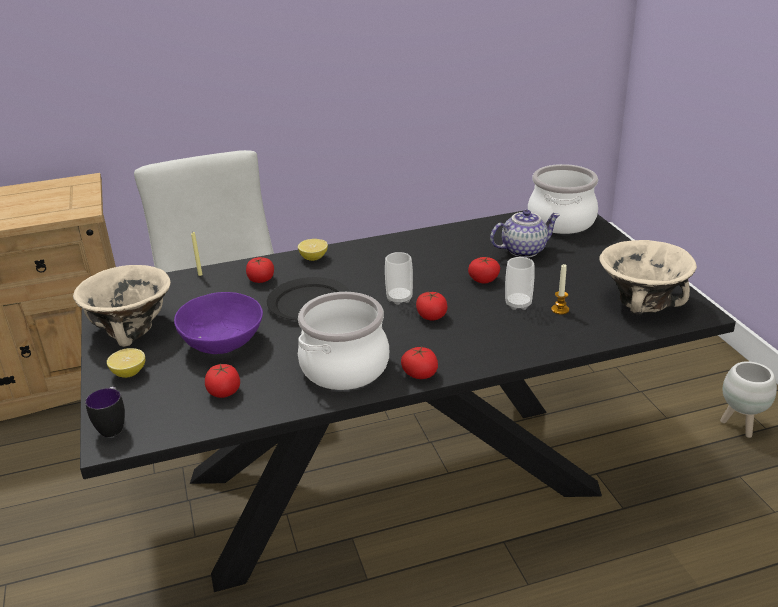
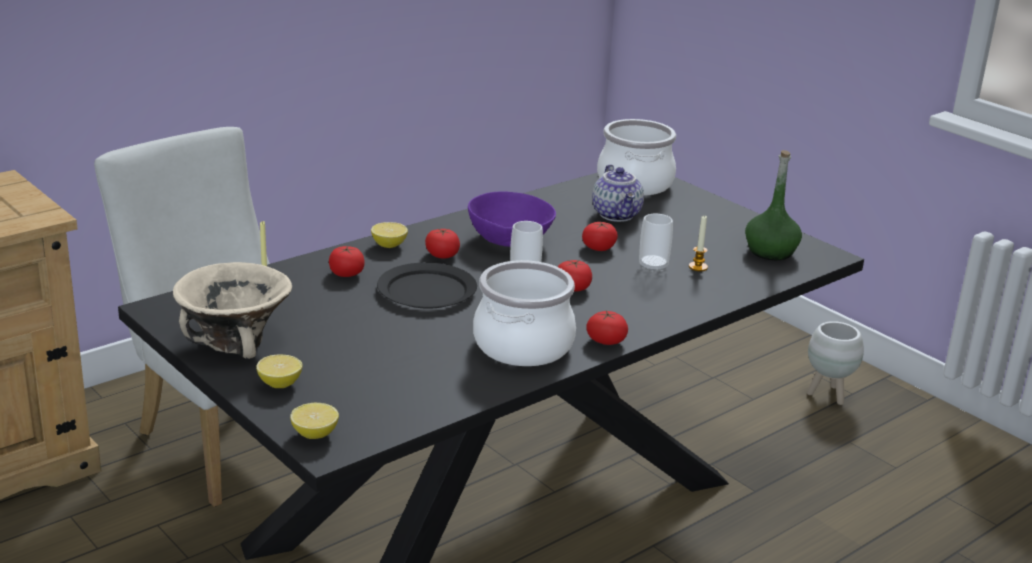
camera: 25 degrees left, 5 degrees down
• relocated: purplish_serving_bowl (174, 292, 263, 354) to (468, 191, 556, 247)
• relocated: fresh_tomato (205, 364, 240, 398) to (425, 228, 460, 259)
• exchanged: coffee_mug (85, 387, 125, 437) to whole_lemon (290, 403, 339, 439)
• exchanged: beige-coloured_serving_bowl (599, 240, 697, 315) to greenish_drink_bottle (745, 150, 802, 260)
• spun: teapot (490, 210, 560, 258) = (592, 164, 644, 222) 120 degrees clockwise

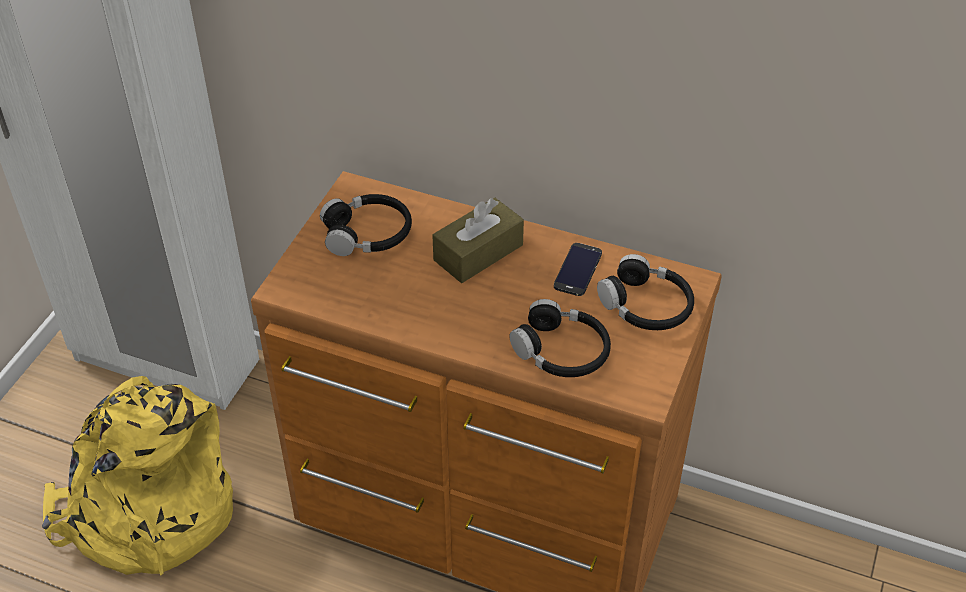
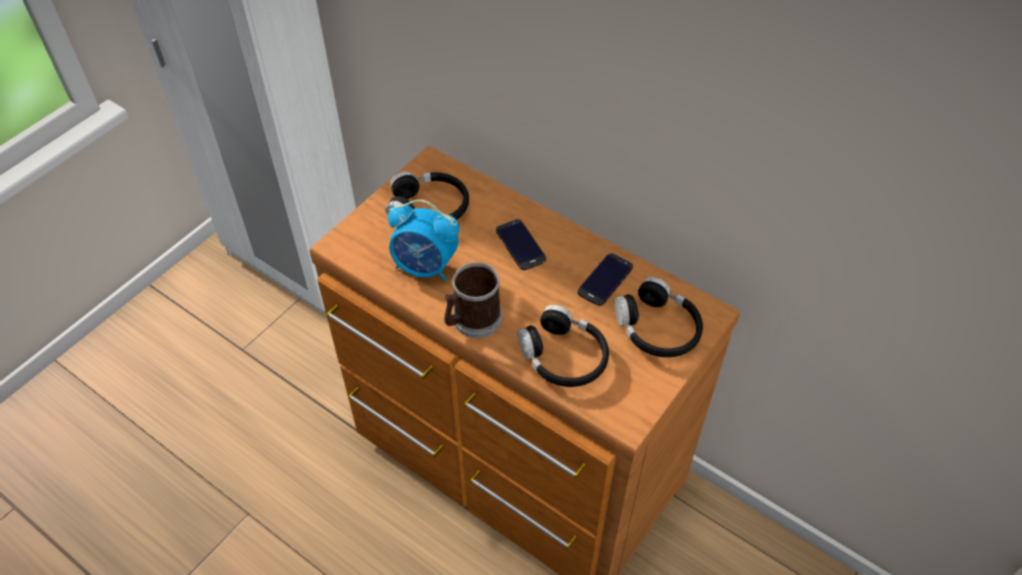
camera: 15 degrees right, 5 degrees up
• missing: yellowish_rucksack (42, 376, 233, 576)
• appeared: bedside_clock (388, 199, 459, 281)
• appeared: coffee_mug (444, 262, 503, 338)
• exchanged: brown-coloured_tissue_box (432, 198, 524, 283) to handset (496, 219, 546, 270)

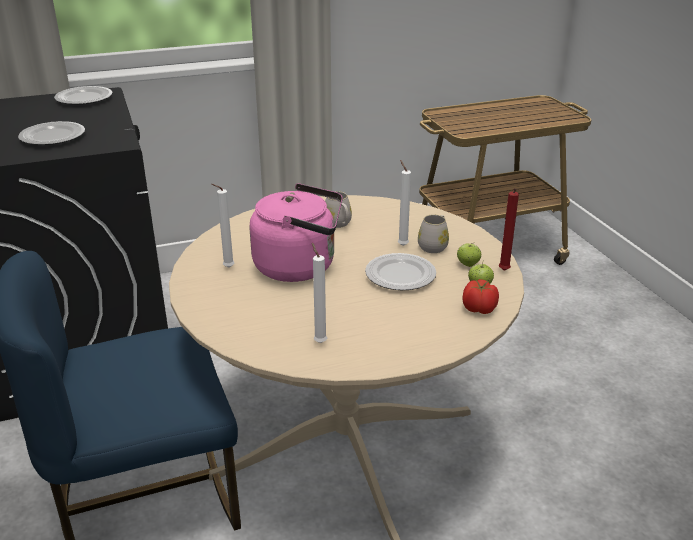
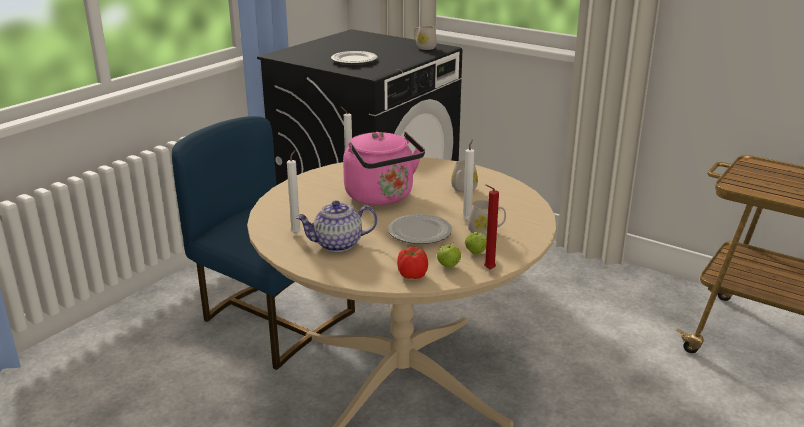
camera: 55 degrees right, 5 degrees down
• appeared: teapot (296, 200, 377, 252)
• exchanged: flat_dish (54, 86, 113, 105) to white_coffee_mug (414, 25, 437, 50)

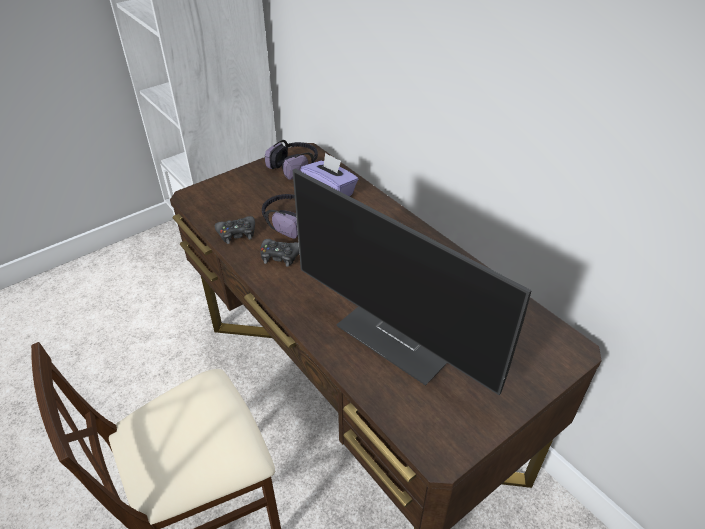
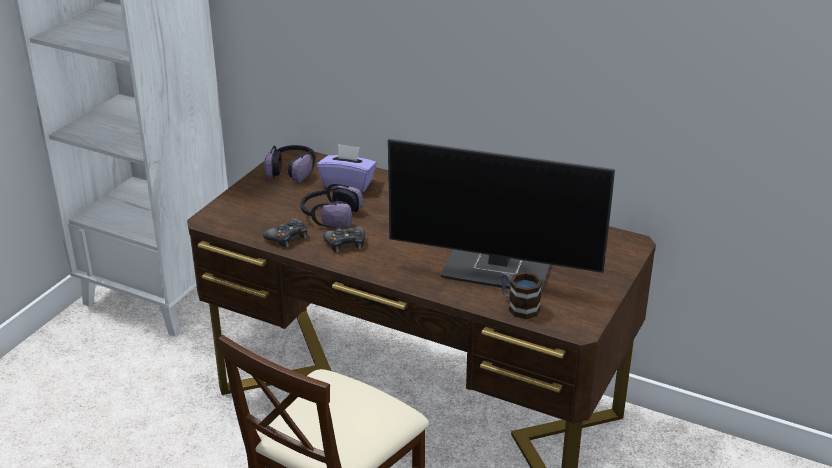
camera: 25 degrees left, 10 degrees down
• appeared: coffee_mug (502, 272, 542, 319)

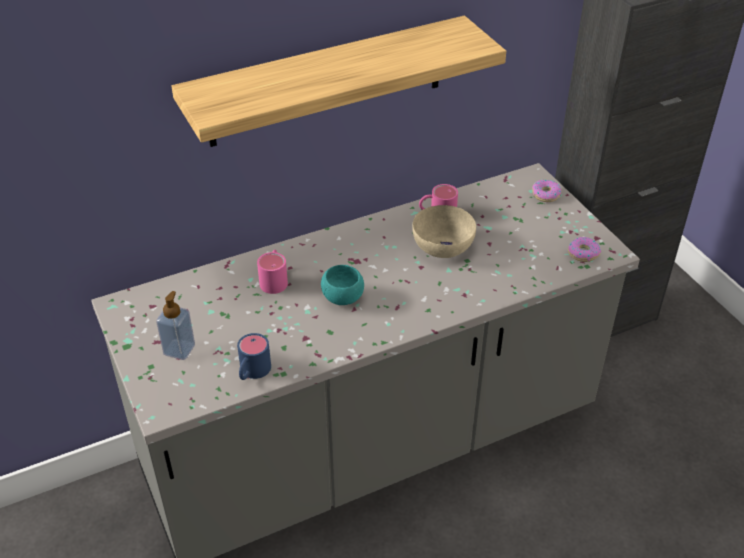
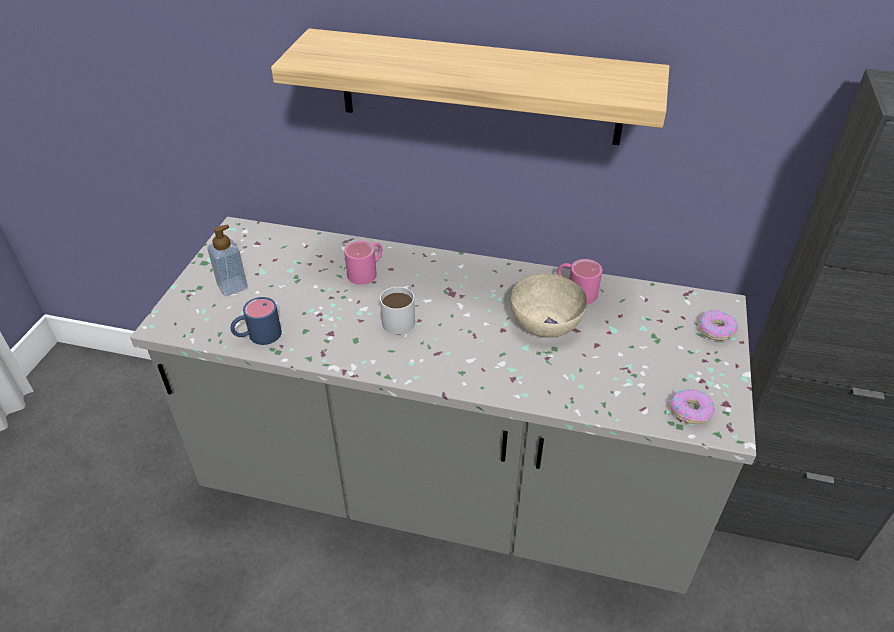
camera: 40 degrees right, 0 degrees up
• exchanged: turquoise_serving_bowl (321, 265, 364, 305) to white_coffee_mug (380, 286, 415, 334)

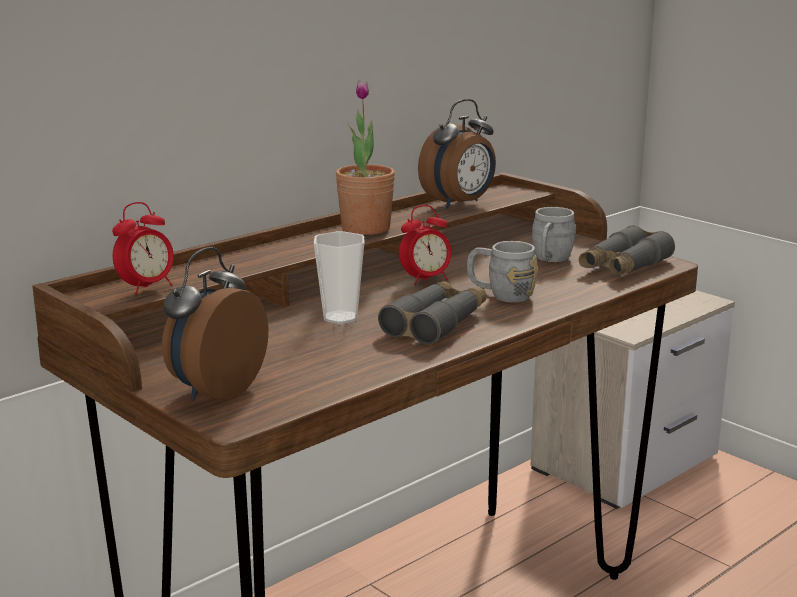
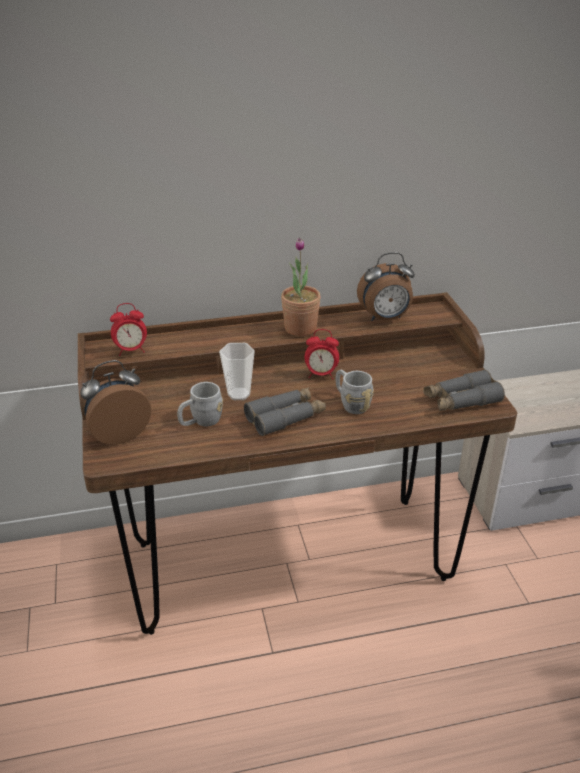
camera: 30 degrees right, 15 degrees up
• relocated: greyish_coffee_mug (532, 207, 576, 262) to (177, 382, 223, 426)

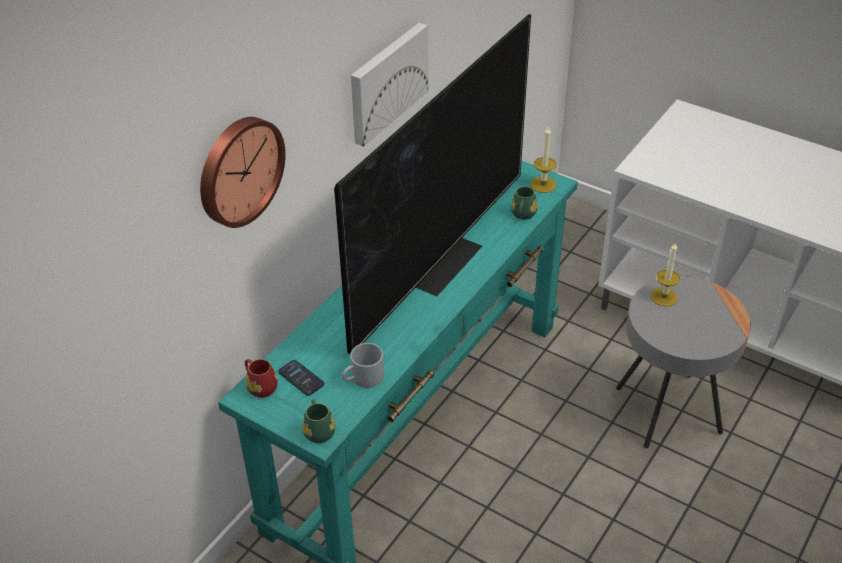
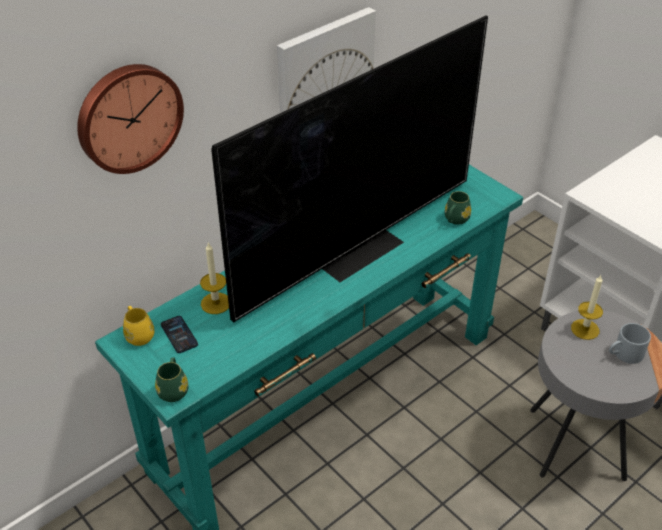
camera: 15 degrees right, 0 degrees up
• relocated: greyish_coffee_mug (342, 343, 384, 388) to (609, 323, 651, 364)
• relocated: candle (530, 127, 556, 193) to (200, 243, 229, 314)
• colour: red-coloured_coffee_mug (245, 359, 278, 398) to yellowish_coffee_mug (123, 306, 154, 346)

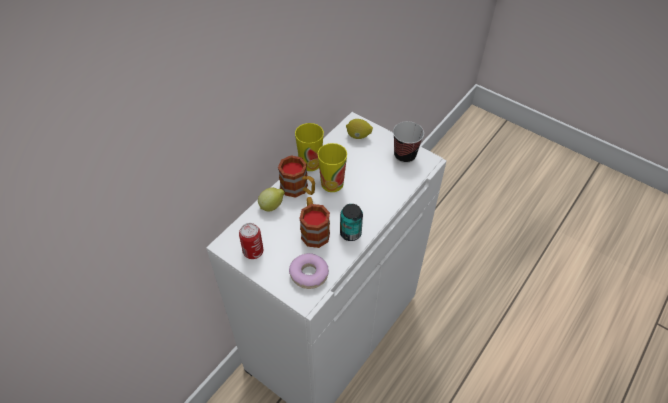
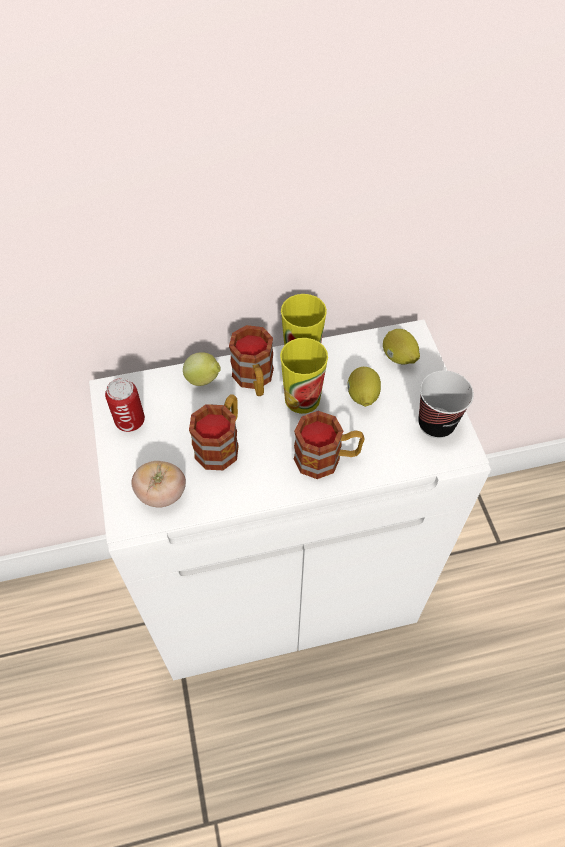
camera: 40 degrees right, 5 degrees up
• missing: sealed_can (340, 204, 363, 241)
• appeared: coffee_mug (294, 411, 365, 479)
• appeared: whole_lemon (347, 367, 381, 407)
• exchanged: ring_doughnut (289, 253, 329, 289) to fresh_tomato (131, 461, 186, 508)

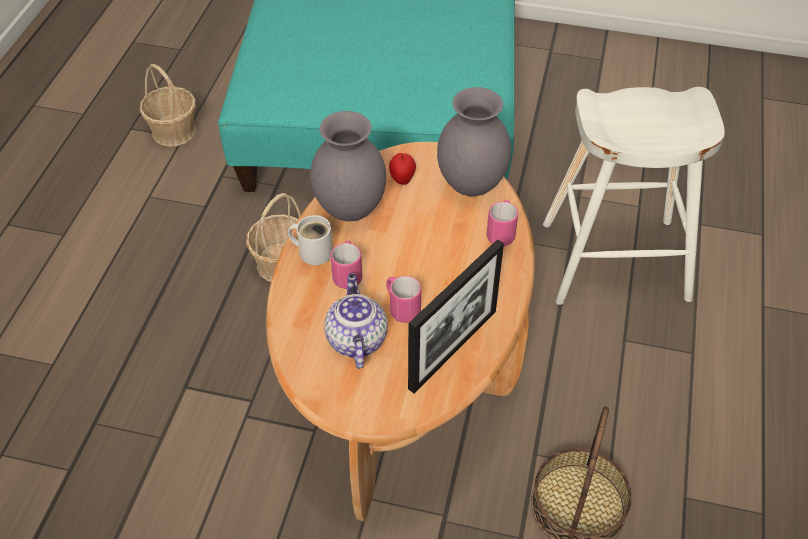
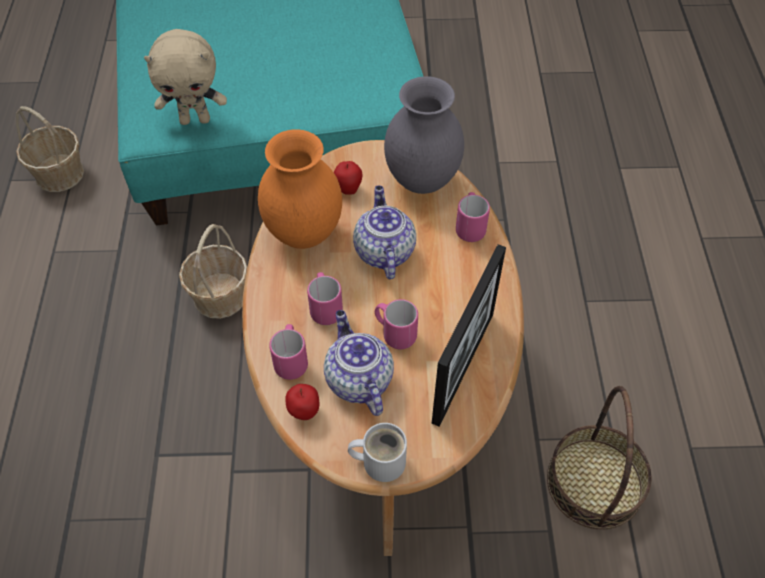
camera: 15 degrees left, 5 degrees up
• missing: white_sitting_stool (543, 87, 725, 305)
• appeared: beige-coloured_plush_toy (144, 29, 227, 125)
• appeared: pink-coloured_coffee_mug (269, 324, 308, 380)
• appeared: apple_fruit (285, 384, 319, 420)
• appeared: teapot (353, 186, 416, 279)
• relocated: white_coffee_mug (288, 215, 333, 265) to (348, 423, 407, 482)
• colour: greyish_decorative_vase (310, 111, 386, 221) to orange_decorative_vase (258, 129, 342, 249)

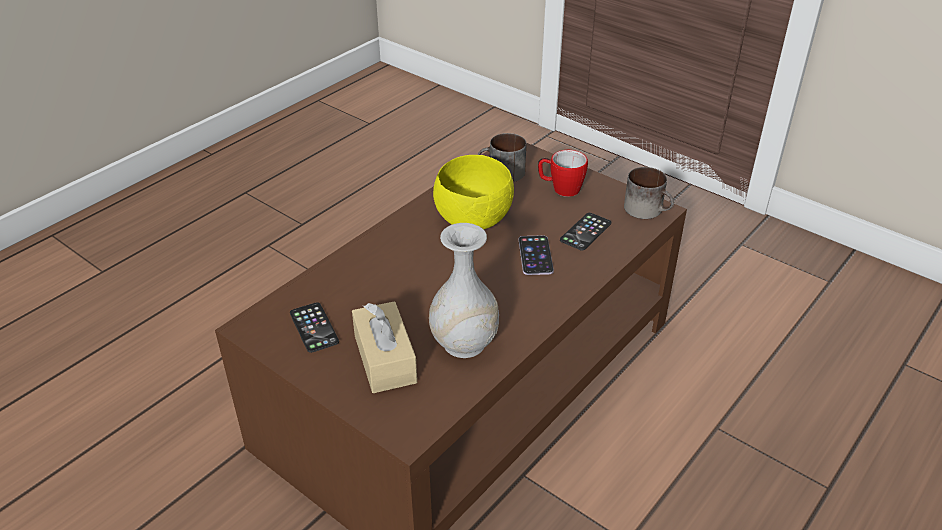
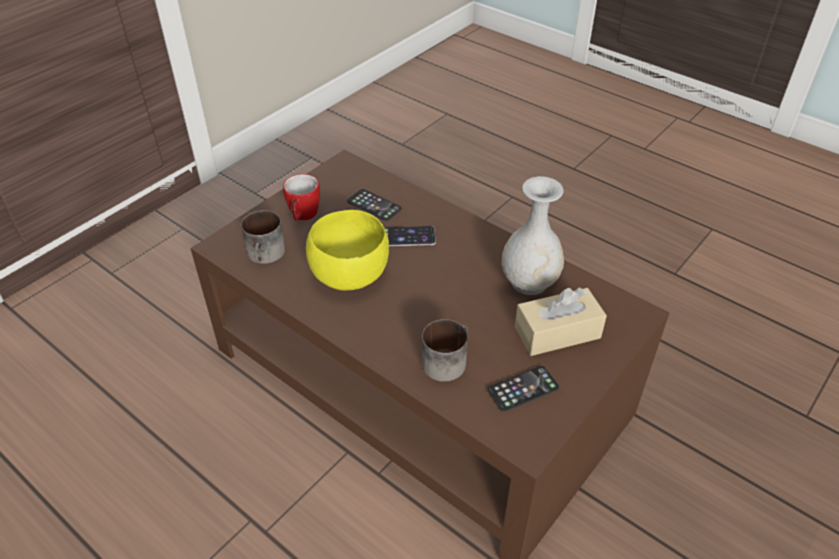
camera: 90 degrees left, 5 degrees up
• relocated: coffee_mug (624, 167, 674, 219) to (422, 319, 468, 382)

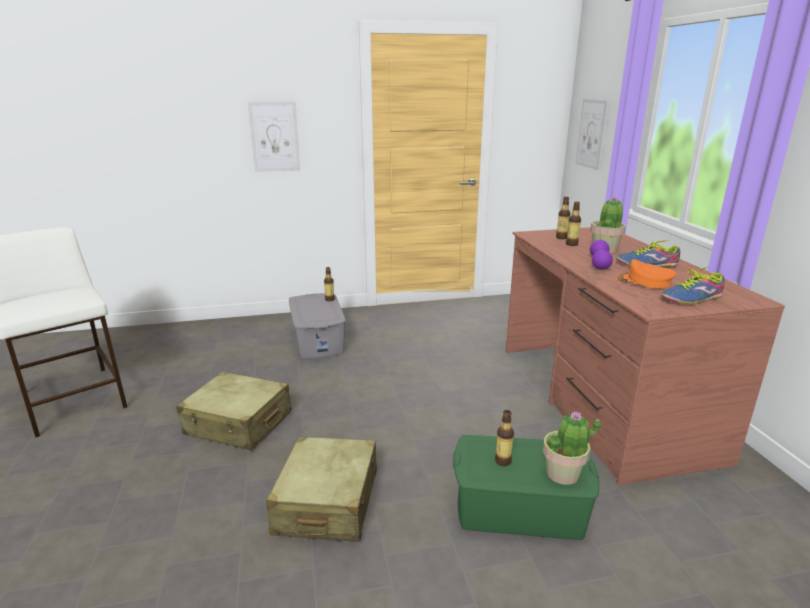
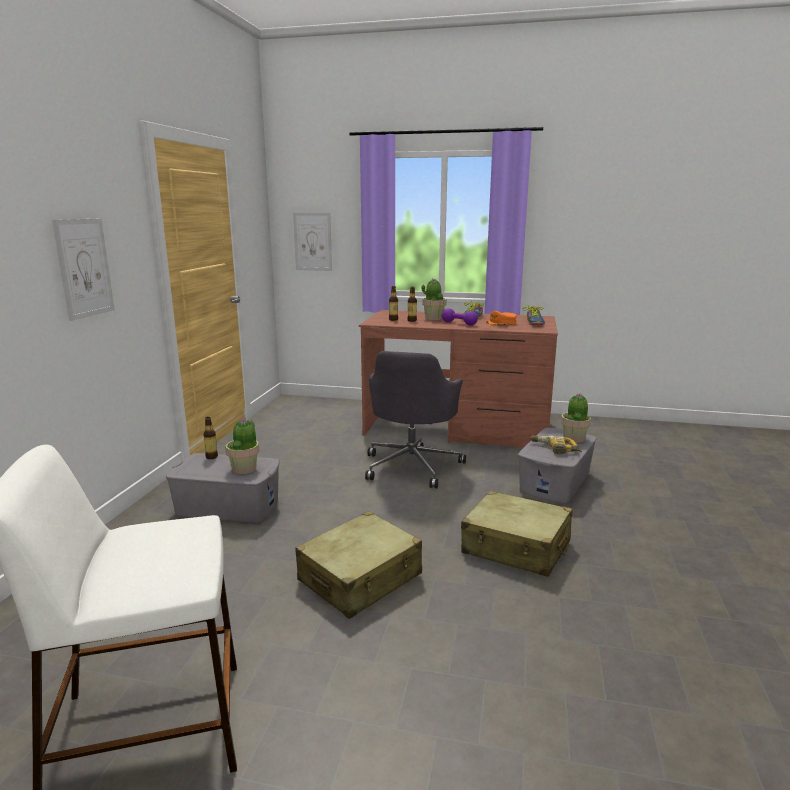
camera: 65 degrees left, 5 degrees down
• appeared: plant_in_a_pot (225, 417, 259, 474)
• appeared: greyish_desk_chair (365, 351, 466, 488)
• exchanged: drink_bottle (495, 410, 514, 466) to drill (530, 435, 582, 454)
• colour: greenish_storage_container (453, 435, 599, 540) to greyish_storage_container (518, 428, 597, 503)

